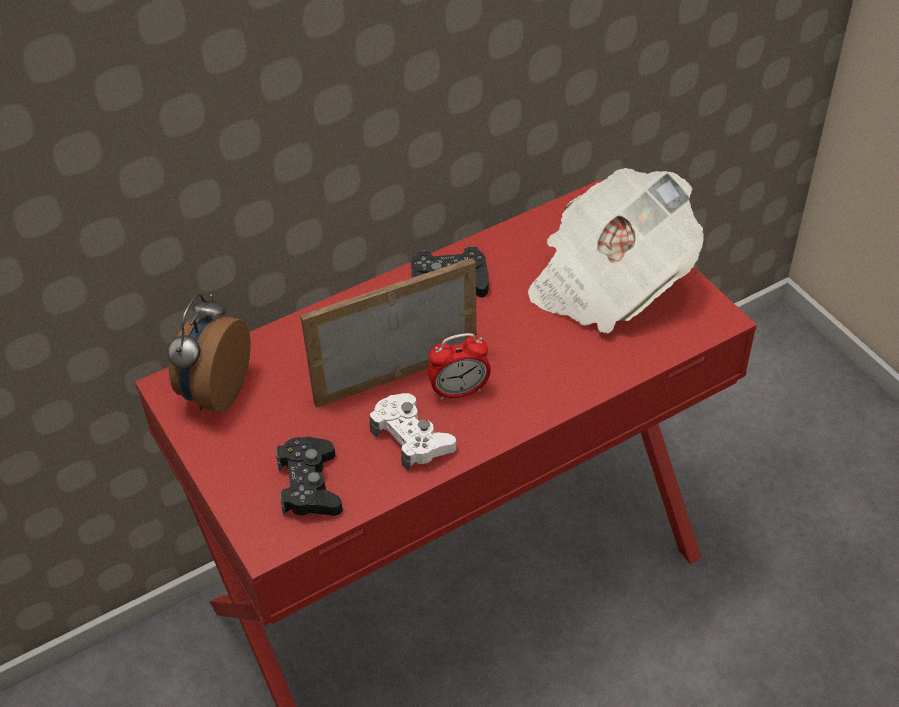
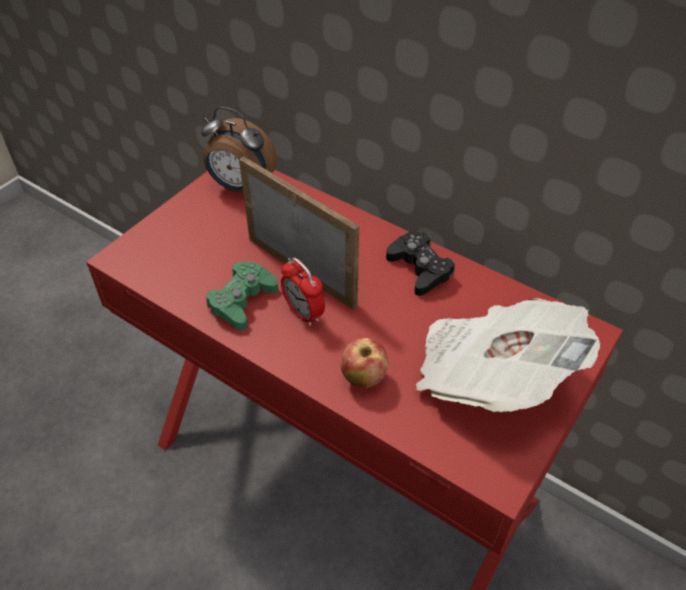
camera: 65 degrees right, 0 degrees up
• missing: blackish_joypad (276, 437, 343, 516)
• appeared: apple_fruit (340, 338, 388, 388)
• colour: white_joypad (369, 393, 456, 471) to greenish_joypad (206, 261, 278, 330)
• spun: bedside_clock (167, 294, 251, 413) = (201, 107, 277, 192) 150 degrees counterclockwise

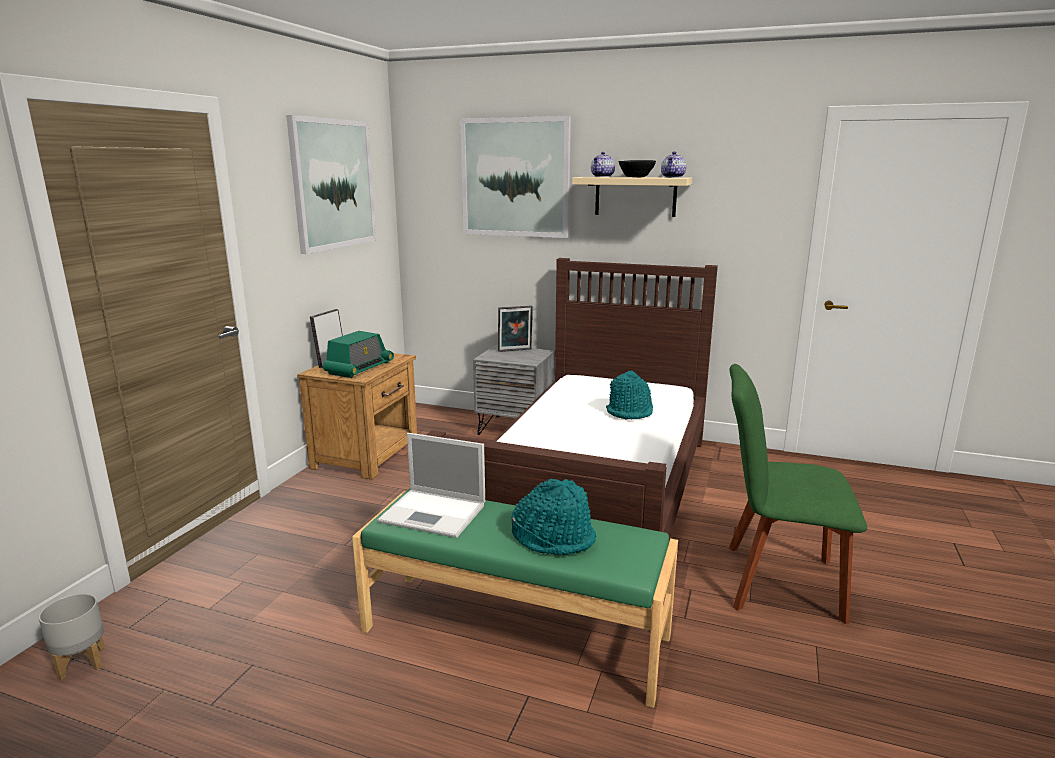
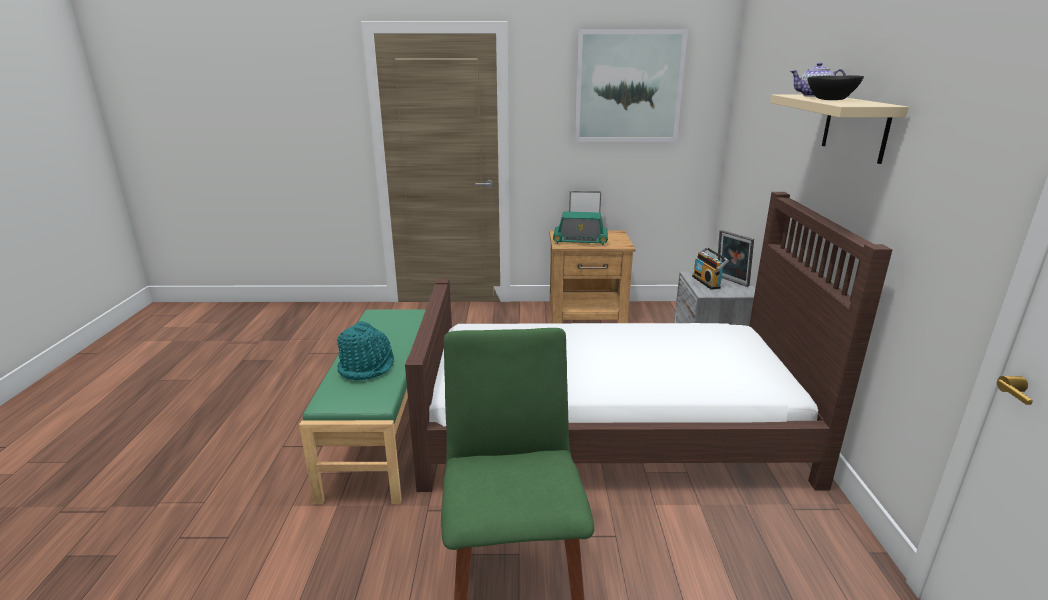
camera: 70 degrees right, 5 degrees up
• missing: greyish_planter (39, 593, 105, 680)
• missing: portable_computer (377, 433, 485, 538)
• missing: picture (460, 116, 571, 238)
• missing: turquoise_wearable_hat (606, 371, 653, 419)
• missing: teapot (661, 151, 687, 178)
• appeared: radio_receiver (692, 247, 729, 290)

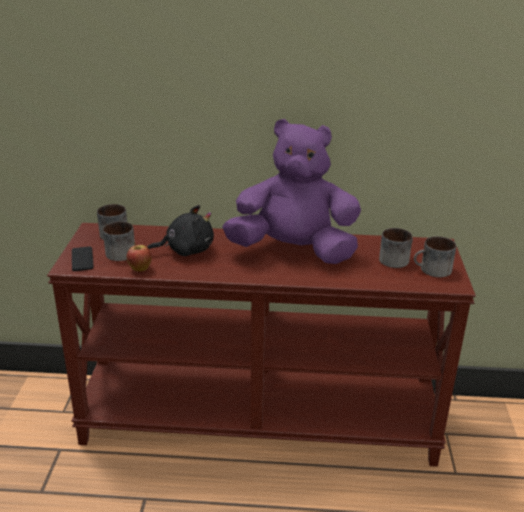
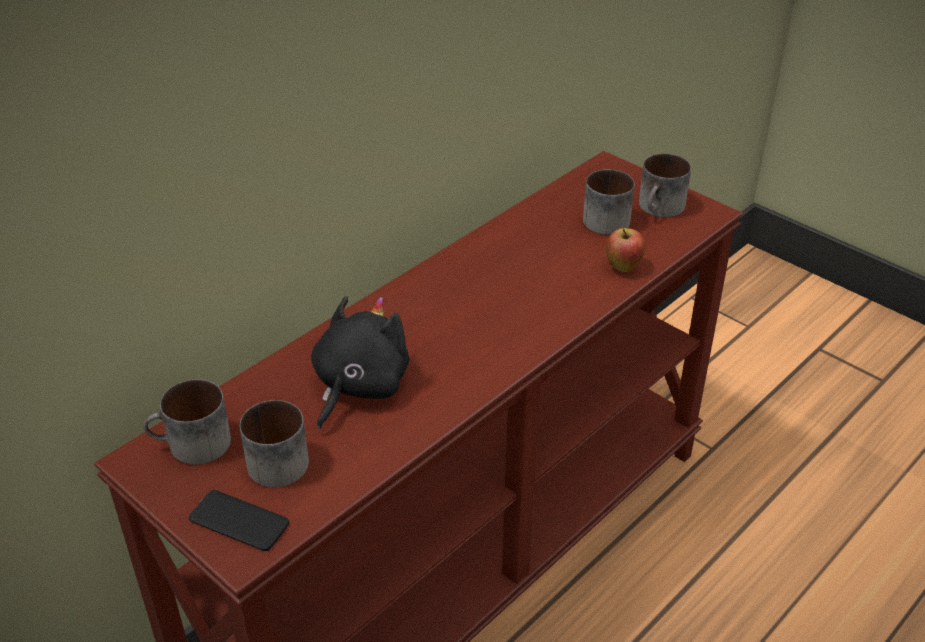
camera: 50 degrees left, 10 degrees up
• missing: purplish_plush_toy (222, 119, 361, 264)
• relocated: apple_fruit (127, 242, 152, 271) to (606, 228, 646, 272)

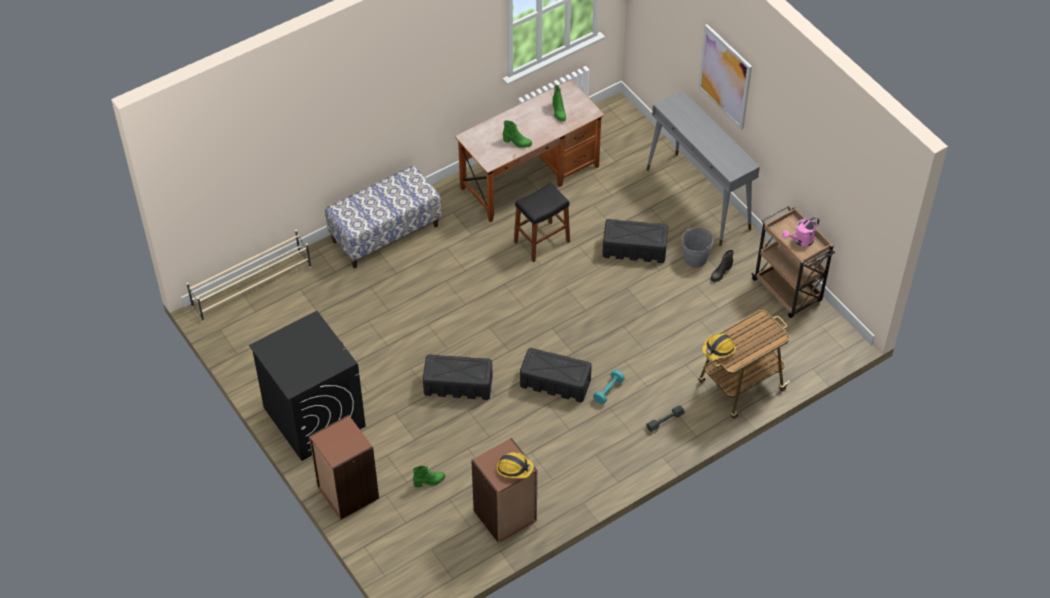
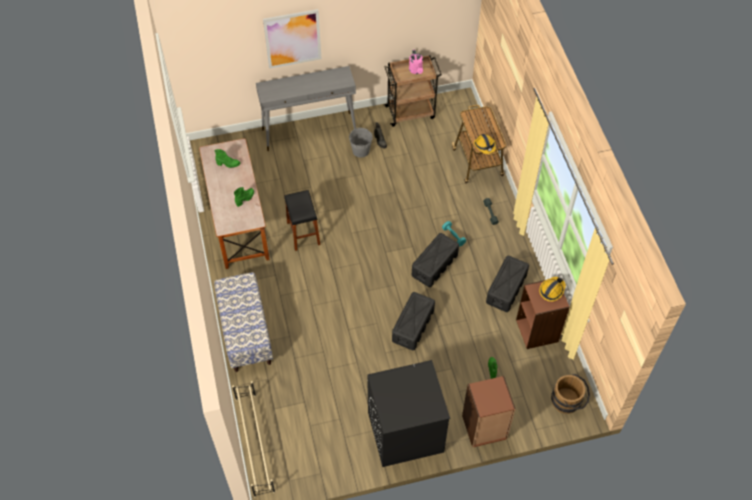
camera: 70 degrees left, 5 degrees up
• appeared: brown-coloured_pail (551, 374, 590, 414)
• relocated: blackish_storage_container (602, 219, 668, 263) to (486, 256, 529, 312)

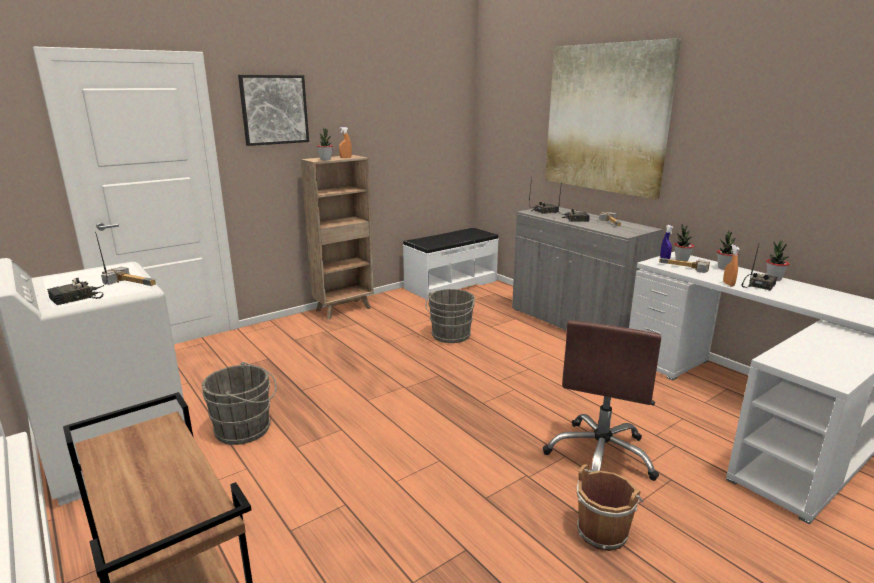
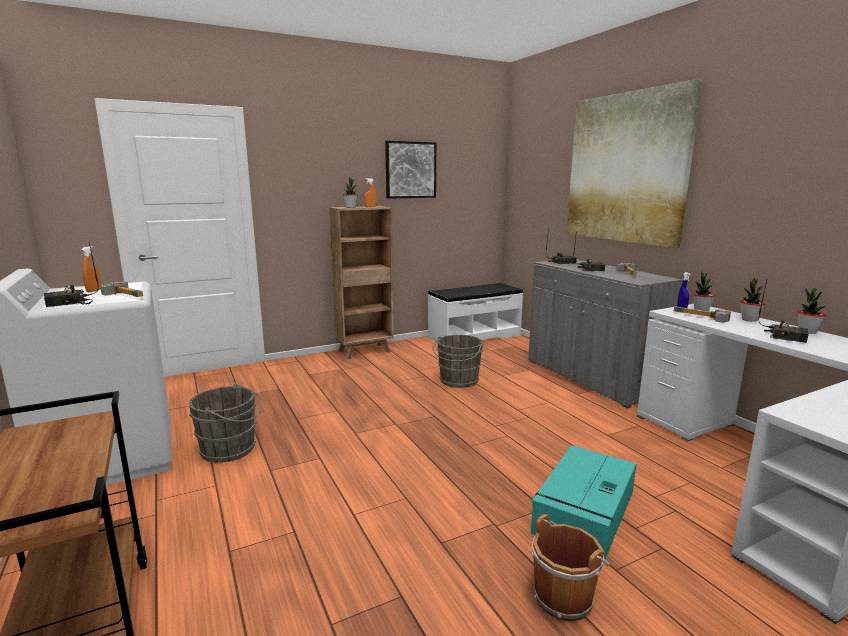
camera: 10 degrees right, 5 degrees down
• relocated: picture (238, 75, 309, 146) to (385, 141, 436, 199)
• relocated: orange_sprayer (723, 245, 740, 287) to (81, 246, 101, 292)
• exchanged: brown-coloured_desk_chair (543, 321, 661, 481) to turquoise_storage_container (531, 445, 636, 559)
• spun: radio_receiver (741, 244, 777, 291) = (758, 280, 809, 343) 75 degrees clockwise

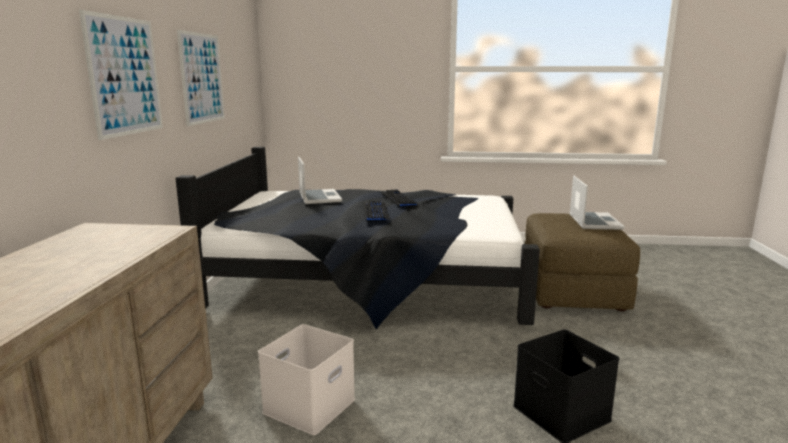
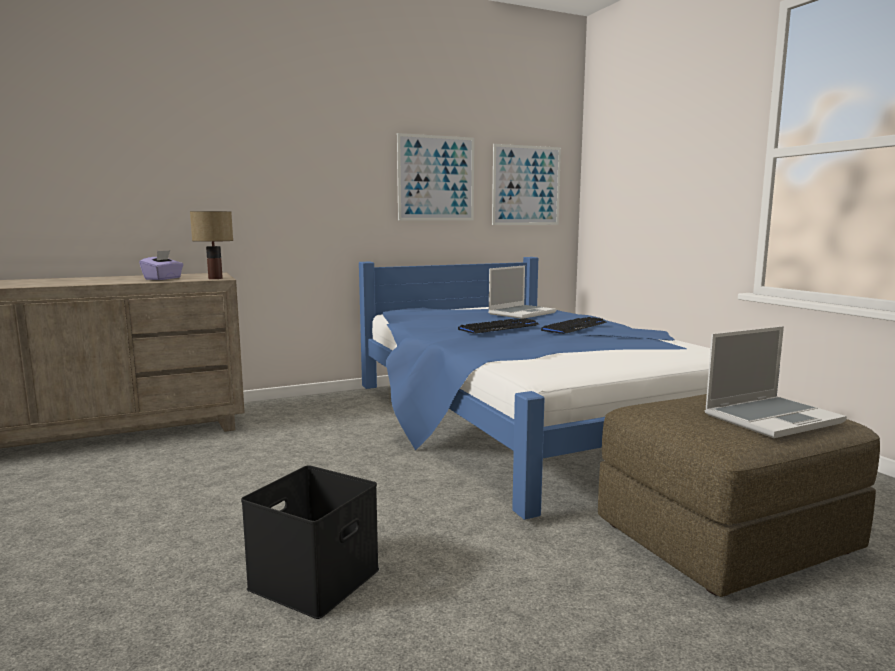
camera: 60 degrees right, 5 degrees down
• missing: white_storage_container (258, 324, 355, 435)
• appeared: purplish_tissue_box (139, 250, 184, 280)
• appeared: lamp_for_a_table (190, 211, 233, 279)
• relocated: picture (79, 10, 163, 140) to (492, 144, 561, 225)
• colour: blackish_bed (175, 147, 540, 330) to blue-coloured_bed (359, 257, 780, 520)

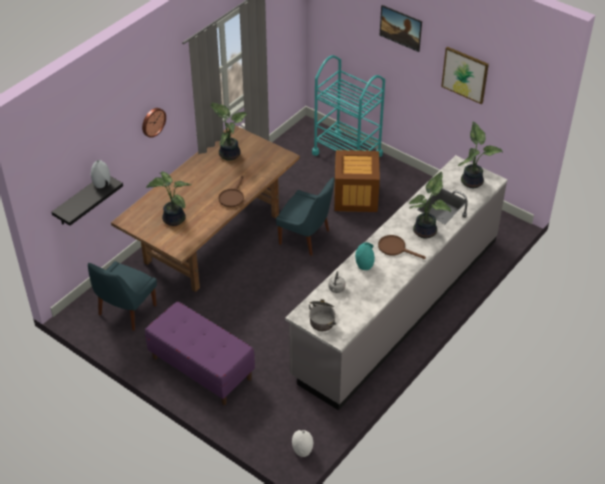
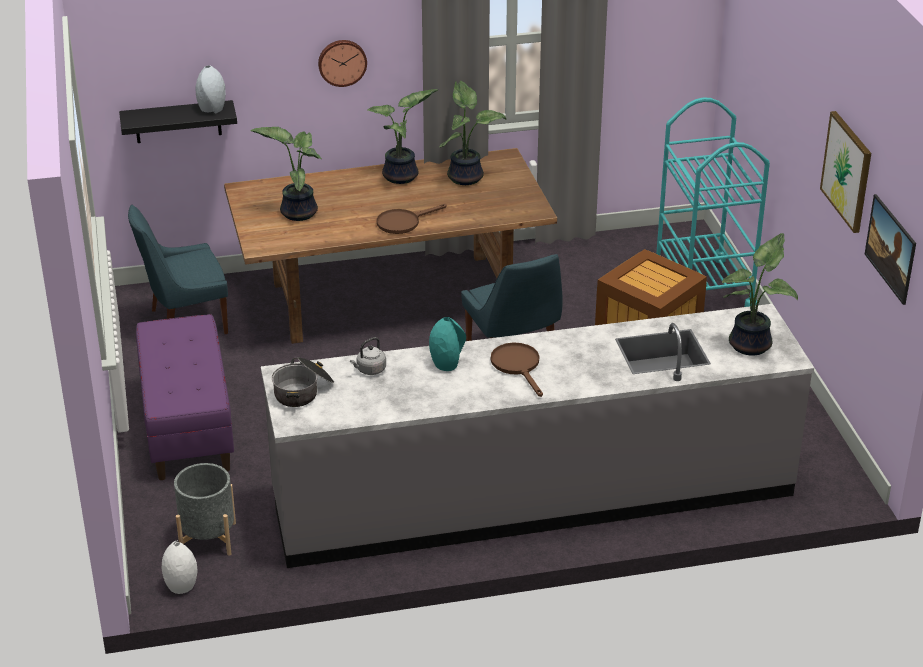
camera: 40 degrees right, 10 degrees down
• appeared: greyish_planter (174, 463, 236, 556)
• relocated: picture (380, 5, 422, 52) to (865, 194, 916, 305)
• relocated: plant_in_a_pot (409, 171, 451, 239) to (367, 89, 438, 184)

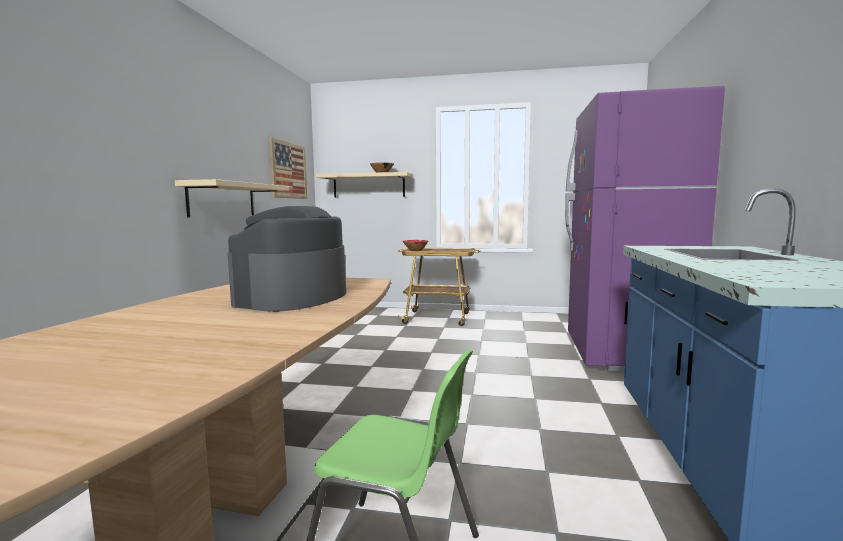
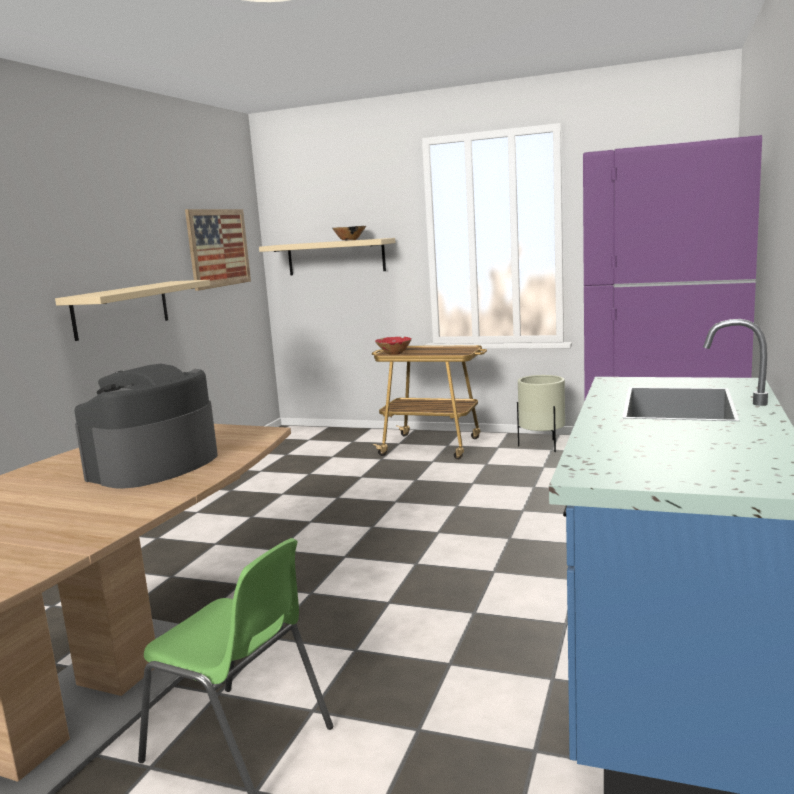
camera: 10 degrees right, 5 degrees up
• appeared: beige-coloured_planter (517, 375, 565, 452)

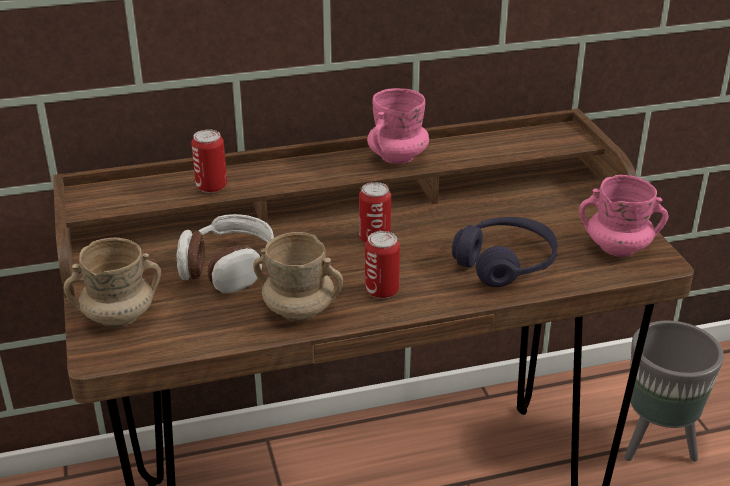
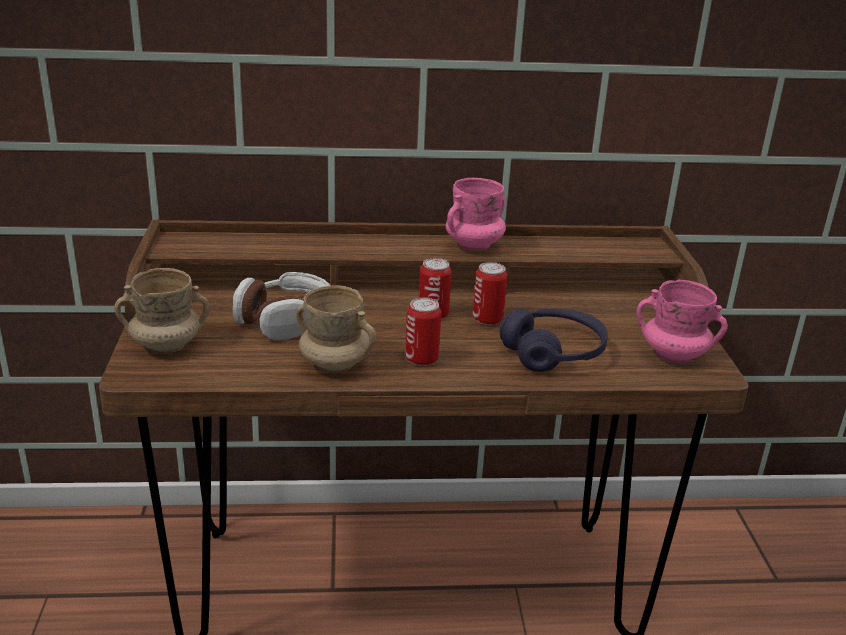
camera: 10 degrees right, 5 degrees down
• missing: greyish_planter (624, 321, 724, 462)
• relocated: sealed_can (191, 129, 227, 193) to (473, 262, 508, 325)

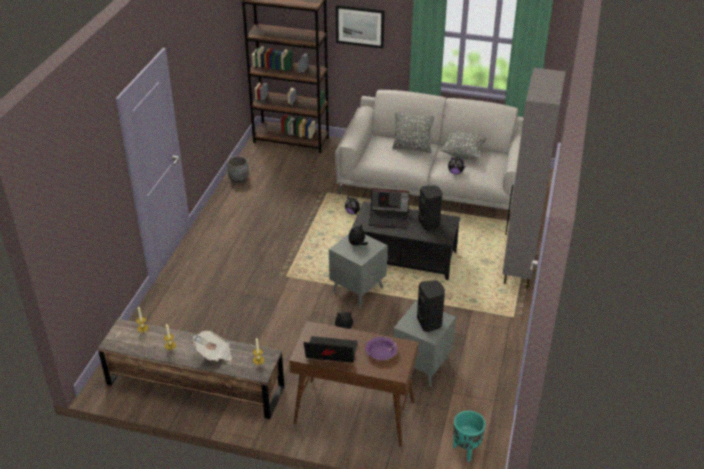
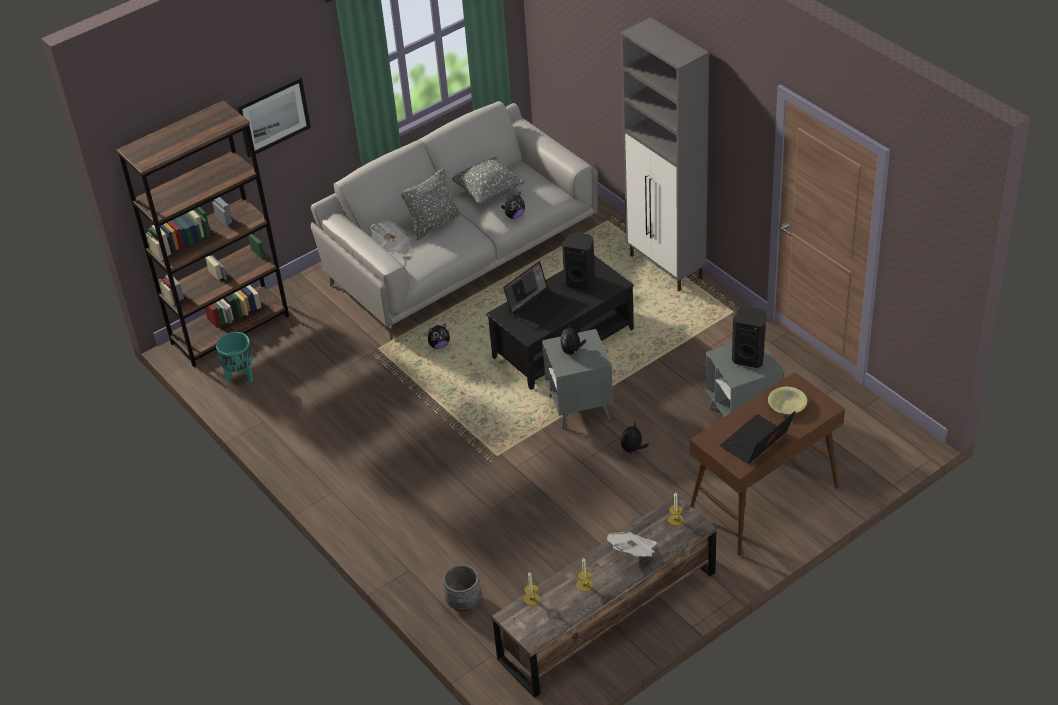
camera: 50 degrees left, 5 degrees up
• appeared: printed_paper (371, 221, 412, 256)
• relocated: greyish_planter (227, 156, 249, 183) to (443, 564, 481, 612)
• relocated: turquoise_planter (453, 411, 486, 462) to (216, 332, 253, 384)
• colour: purplish_serving_bowl (365, 337, 397, 360) to yellowish_serving_bowl (768, 387, 807, 414)

